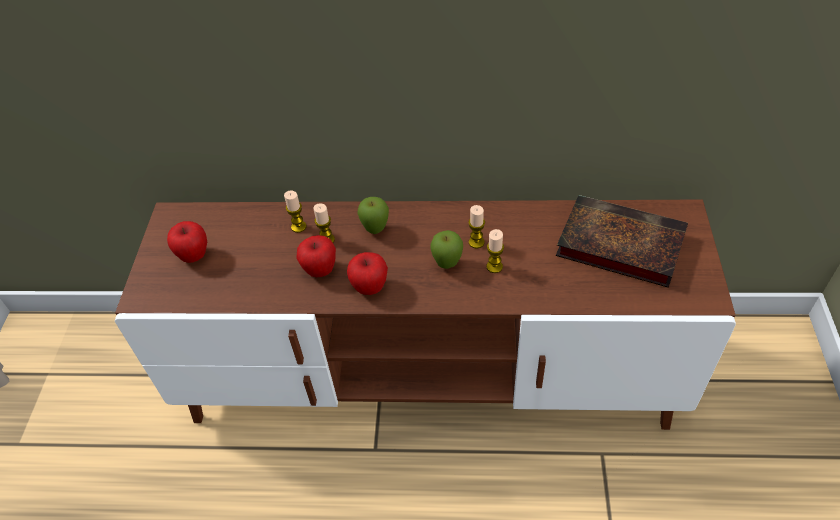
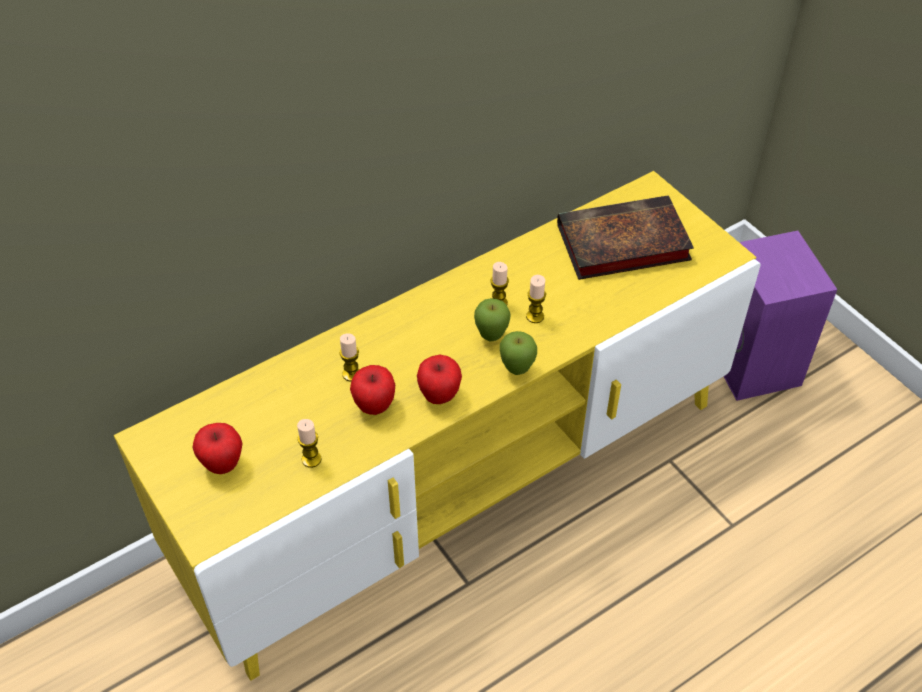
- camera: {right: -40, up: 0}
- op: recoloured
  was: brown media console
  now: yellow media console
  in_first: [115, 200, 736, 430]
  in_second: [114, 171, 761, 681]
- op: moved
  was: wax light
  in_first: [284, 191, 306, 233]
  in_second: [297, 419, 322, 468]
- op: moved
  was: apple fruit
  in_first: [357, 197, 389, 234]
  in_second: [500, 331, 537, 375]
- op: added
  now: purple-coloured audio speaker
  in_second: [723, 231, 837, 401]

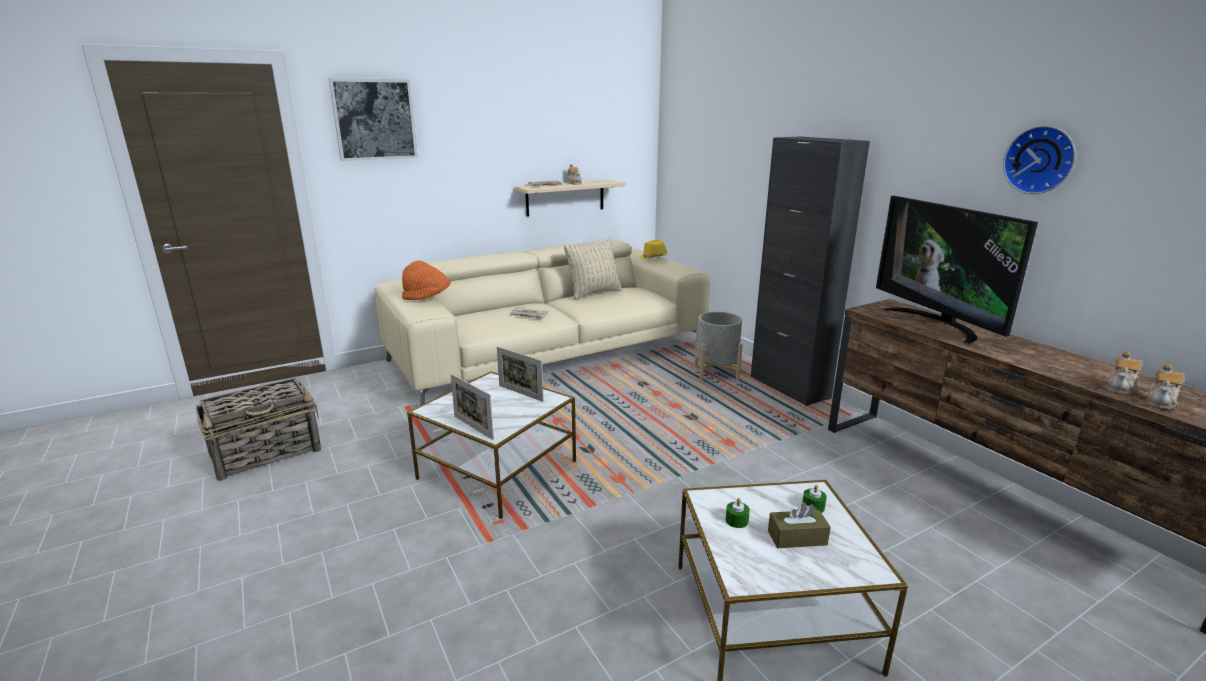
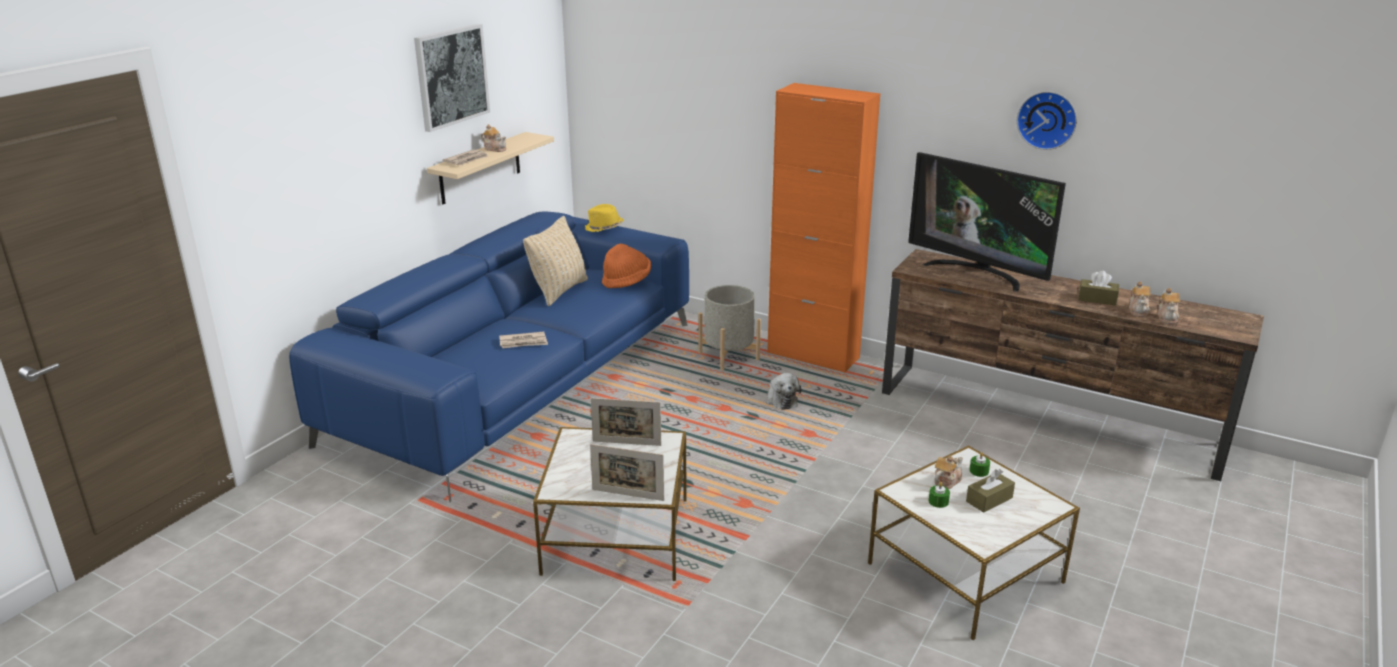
- camera: {right: -30, up: 5}
- op: removed
  was: household basket
  in_first: [196, 378, 321, 481]
- op: moved
  was: wall art
  in_first: [328, 78, 418, 161]
  in_second: [414, 24, 490, 132]
- op: recoloured
  was: sand-coloured sofa
  now: blue sofa
  in_first: [375, 241, 710, 406]
  in_second: [289, 212, 689, 502]
- op: moved
  was: orangey wearable hat
  in_first: [402, 261, 450, 300]
  in_second: [602, 244, 651, 288]
- op: recoloured
  was: black cabinet
  now: orangey cabinet
  in_first: [751, 136, 870, 406]
  in_second: [767, 83, 880, 372]
- op: added
  now: plush toy
  in_second: [766, 373, 802, 410]
- op: added
  now: teapot
  in_second: [934, 456, 963, 489]
- op: added
  now: brown box of tissues
  in_second: [1078, 270, 1119, 306]

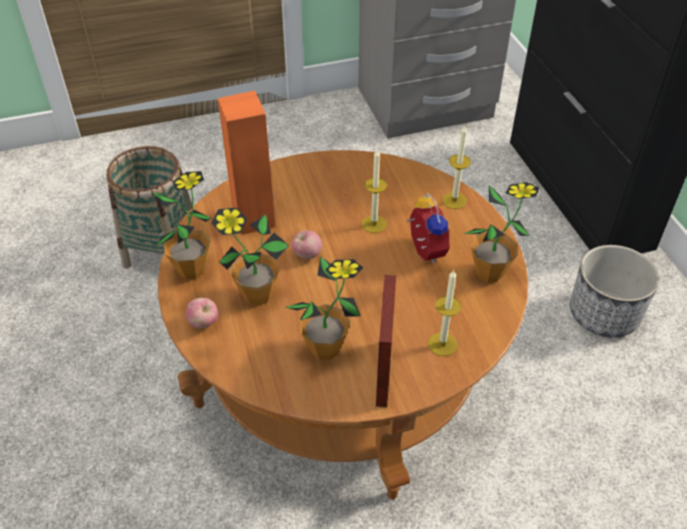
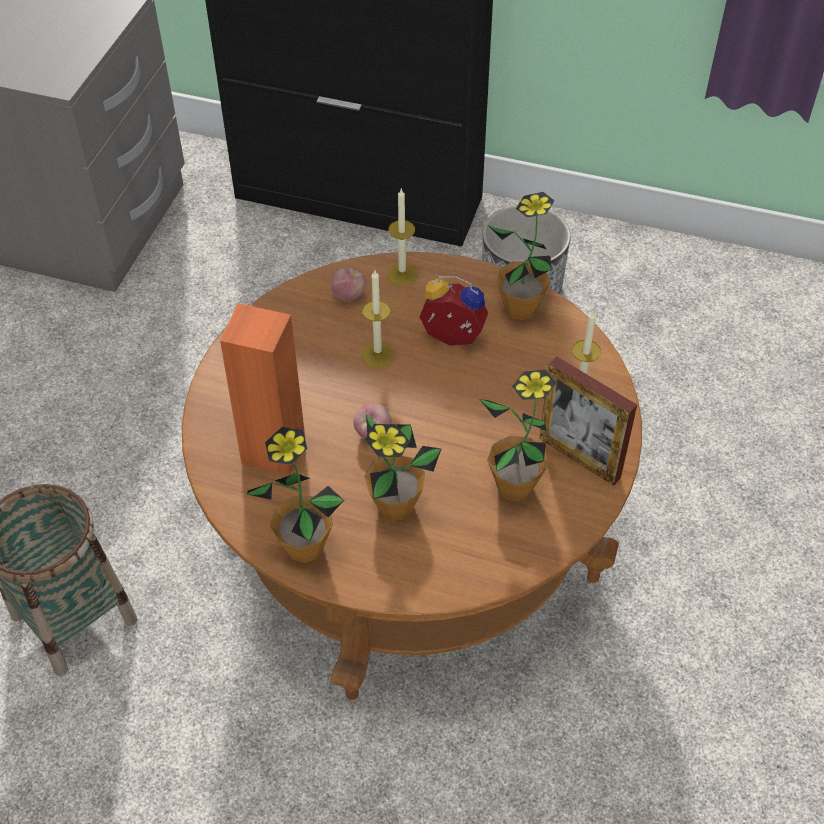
- camera: {right: -55, up: 5}
- op: moved
  was: apple fruit
  in_first: [186, 298, 218, 329]
  in_second: [331, 267, 366, 302]

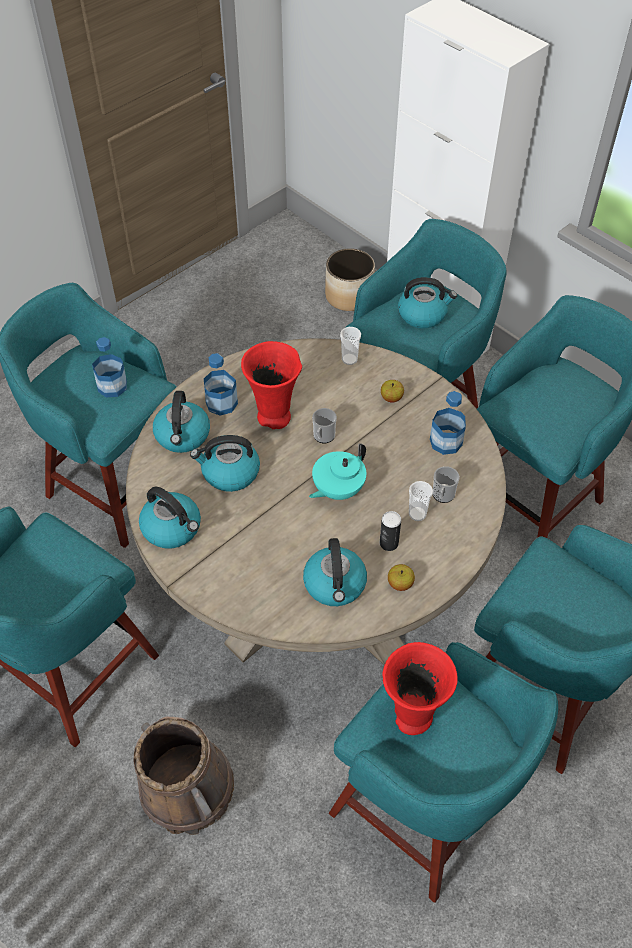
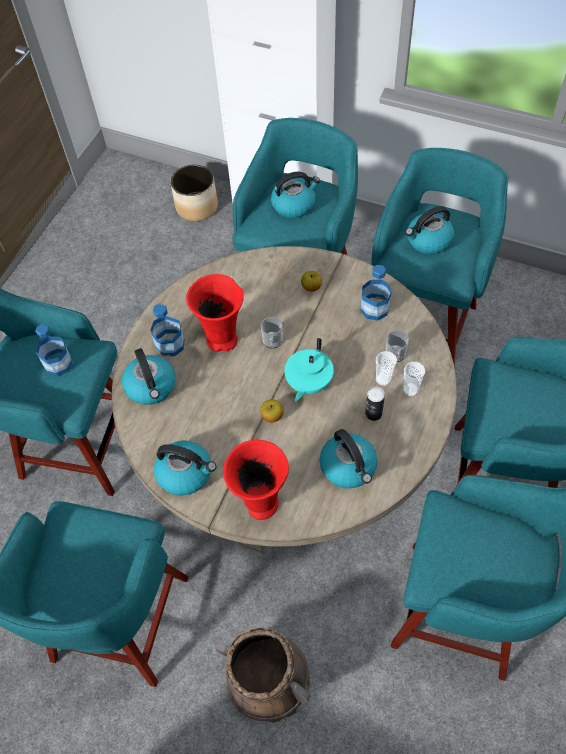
- camera: {right: -20, up: 5}
- op: moved
  was: tea kettle
  in_first: [190, 435, 260, 492]
  in_second: [405, 206, 454, 254]
- op: moved
  was: drinking cup
  in_first: [340, 327, 361, 365]
  in_second: [403, 362, 425, 396]
- op: moved
  was: red decorative vase
  in_first: [383, 642, 458, 735]
  in_second: [223, 440, 289, 520]
- op: moved
  was: apple fruit
  in_first: [388, 564, 415, 591]
  in_second: [260, 399, 284, 422]

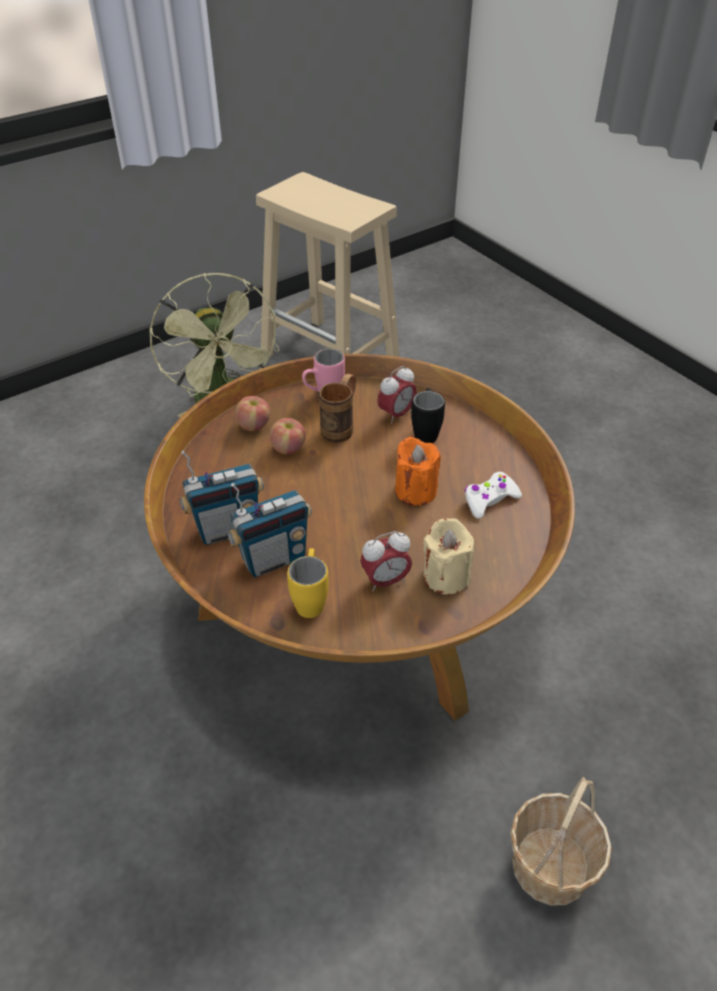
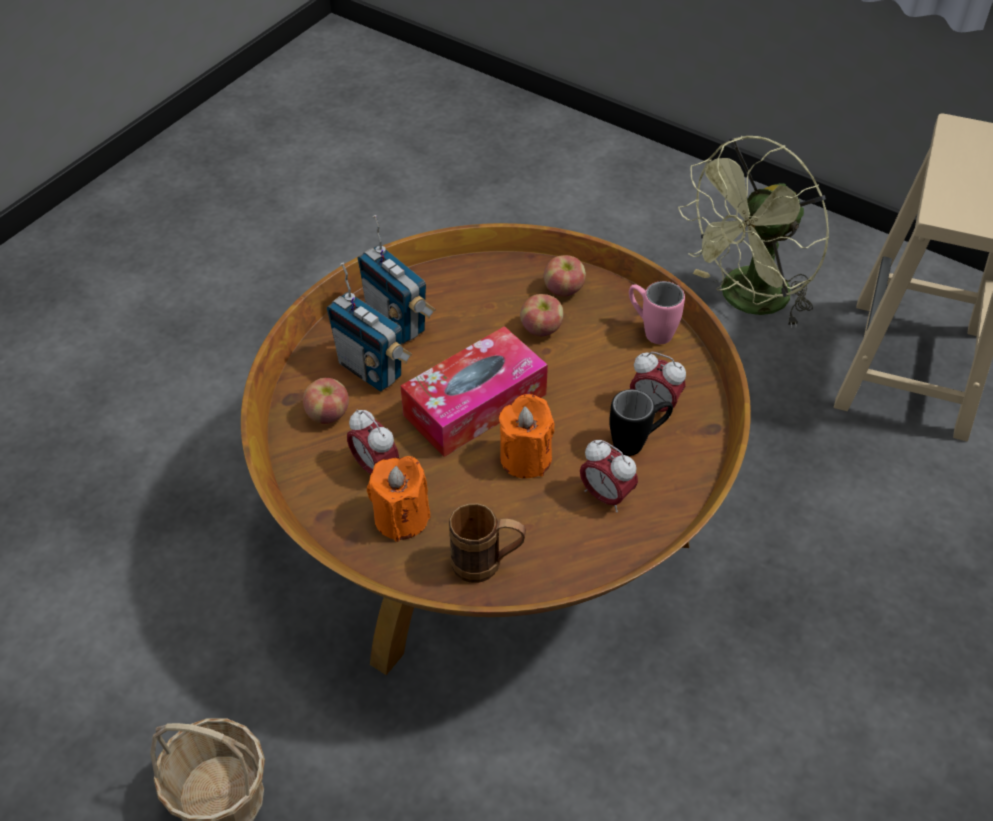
- camera: {right: 70, up: 5}
- op: replaced
  was: yellow coffee mug
  now: apple fruit
  in_first: [287, 548, 329, 618]
  in_second: [303, 378, 349, 424]
- op: moved
  was: brown coffee mug
  in_first: [319, 374, 356, 443]
  in_second: [449, 503, 526, 583]
- op: recoloured
  was: sand-coloured wax light
  now: orangey wax light
  in_first: [423, 518, 474, 594]
  in_second: [367, 456, 431, 542]
- op: removed
  was: white-coloured gamepad
  in_first: [464, 472, 522, 519]
- op: added
  now: box of tissues
  in_second: [401, 326, 548, 457]
- op: added
  now: bedside clock
  in_second: [580, 440, 638, 512]

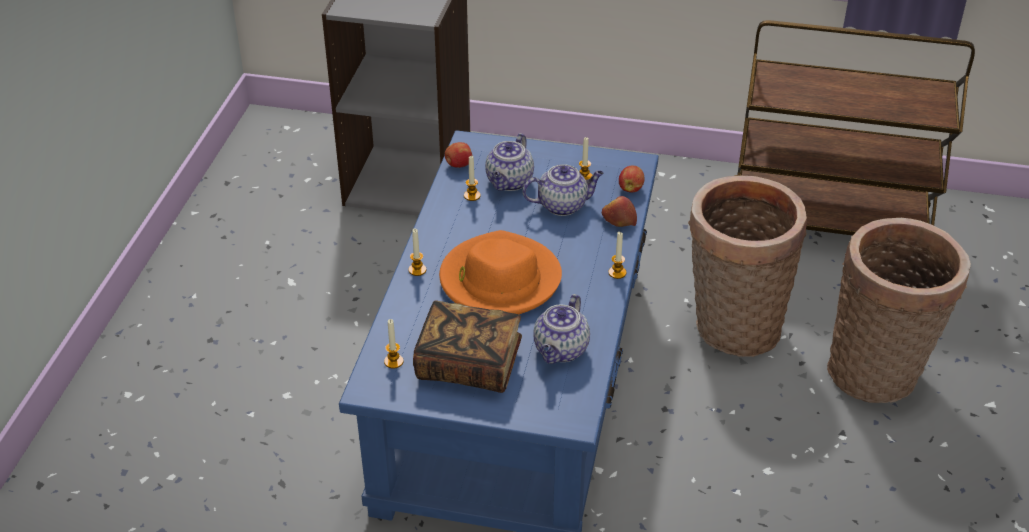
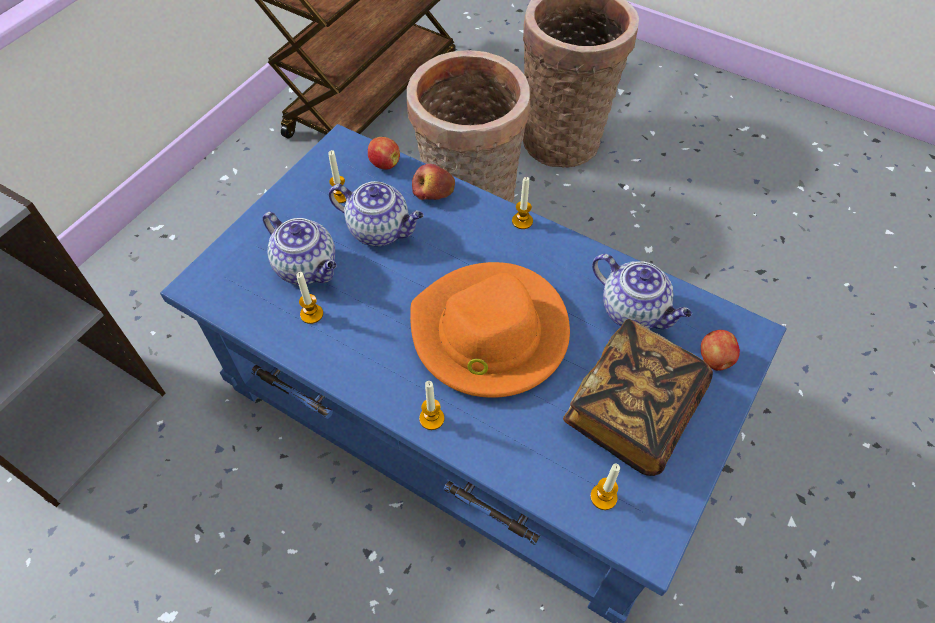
- camera: {right: -70, up: 15}
- op: moved
  was: apple fruit
  in_first: [445, 142, 472, 168]
  in_second: [701, 330, 740, 371]
- op: turned
  was: teapot
  in_first: [523, 164, 604, 216]
  in_second: [329, 181, 424, 246]
  clockwise: 105

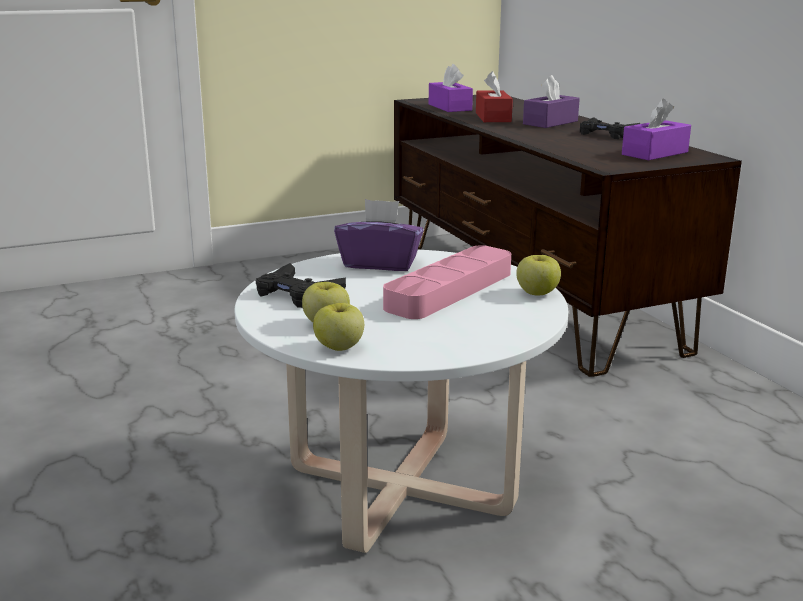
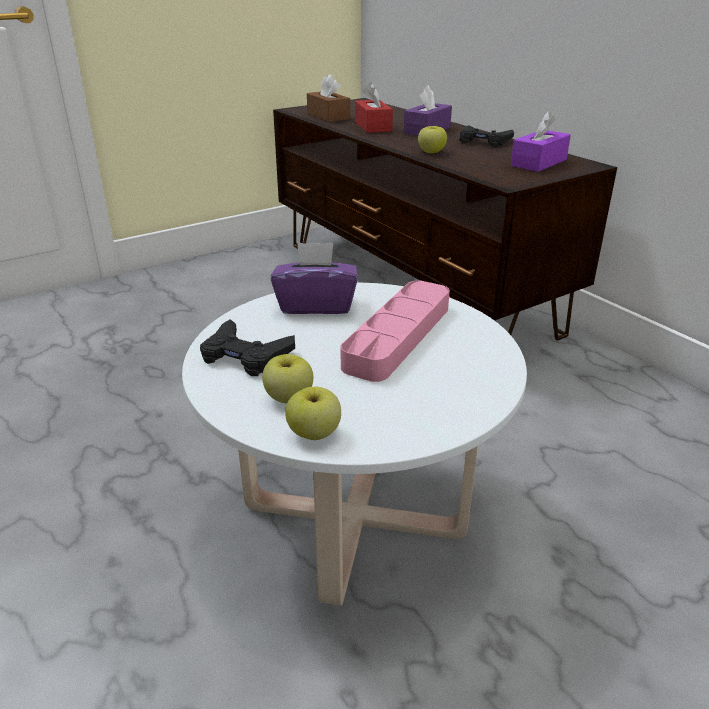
- camera: {right: -10, up: 10}
- op: recoloured
  was: purple-coloured box of tissues
  now: brown box of tissues
  in_first: [429, 64, 473, 112]
  in_second: [307, 74, 350, 122]
- op: moved
  was: apple fruit
  in_first: [516, 255, 561, 296]
  in_second: [418, 126, 447, 153]

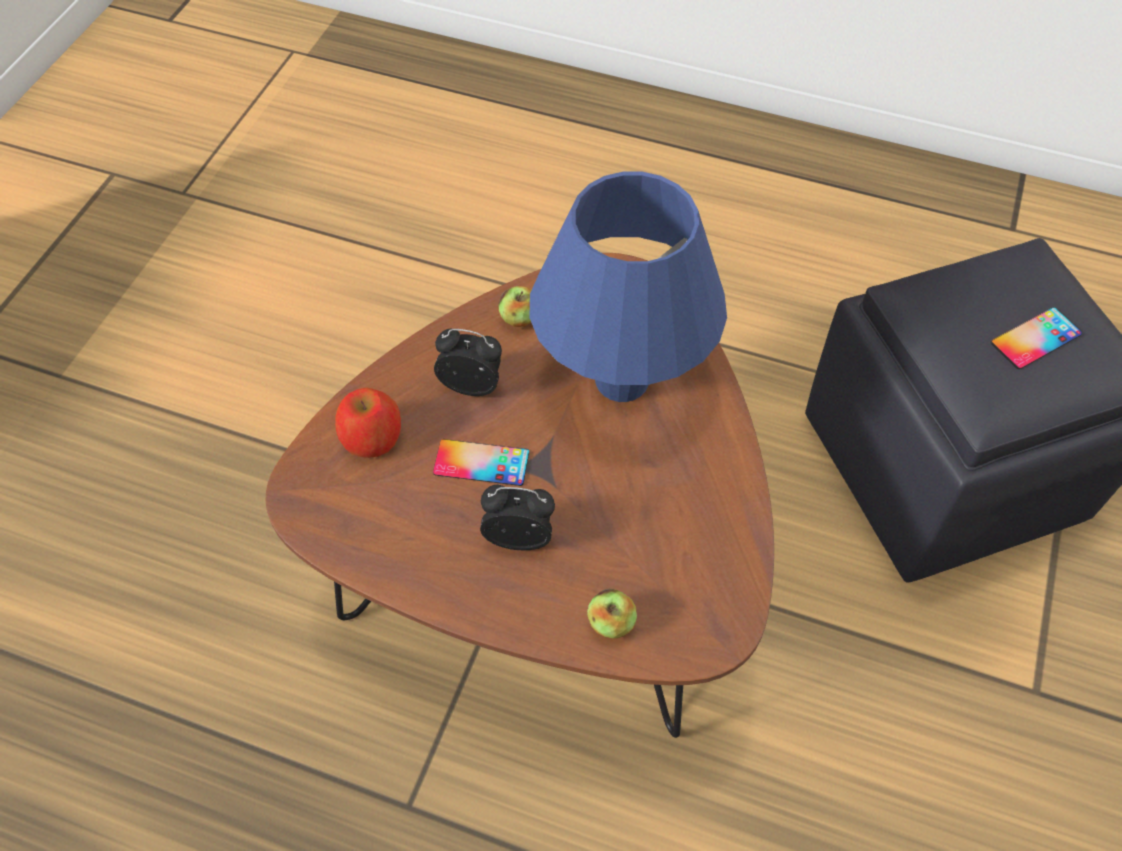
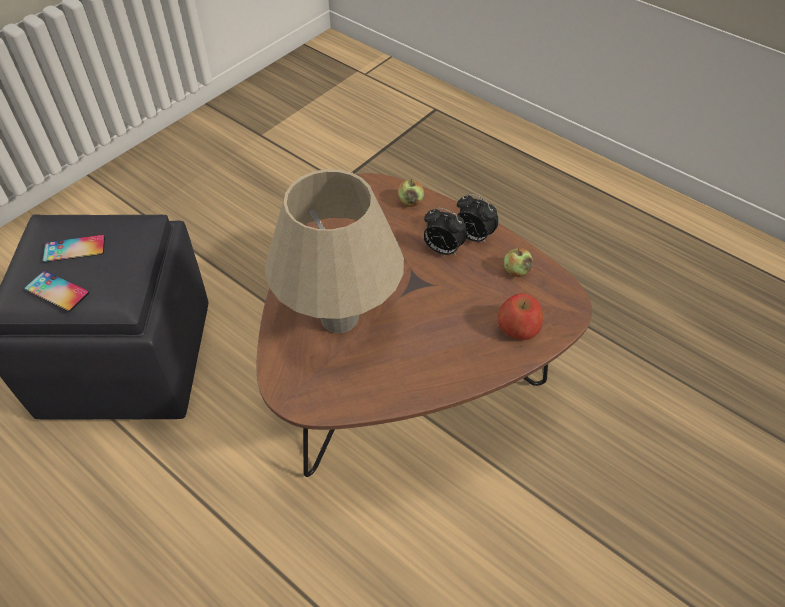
- camera: {right: -160, up: -5}
- op: moved
  was: telephone
  in_first: [433, 439, 529, 486]
  in_second: [24, 271, 89, 312]
- op: moved
  was: bedside clock
  in_first: [434, 329, 502, 396]
  in_second: [457, 194, 499, 244]
- op: moved
  was: apple fruit
  in_first: [498, 286, 531, 327]
  in_second: [503, 248, 533, 277]
- op: recoloured
  was: blue tabletop lamp
  now: sand-coloured tabletop lamp
  in_first: [529, 172, 727, 402]
  in_second: [265, 169, 404, 333]

